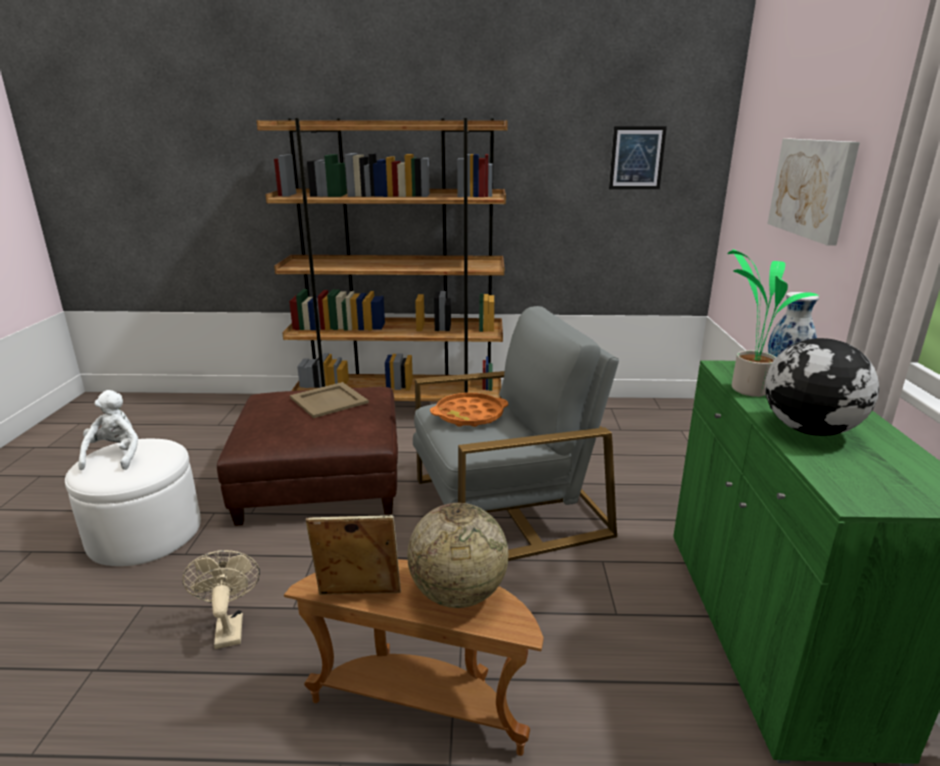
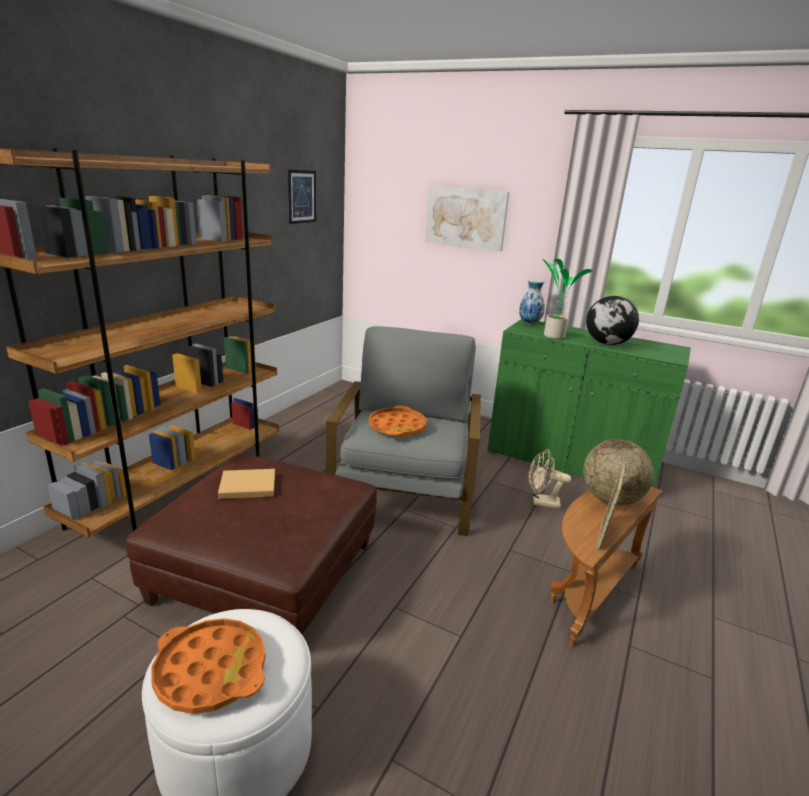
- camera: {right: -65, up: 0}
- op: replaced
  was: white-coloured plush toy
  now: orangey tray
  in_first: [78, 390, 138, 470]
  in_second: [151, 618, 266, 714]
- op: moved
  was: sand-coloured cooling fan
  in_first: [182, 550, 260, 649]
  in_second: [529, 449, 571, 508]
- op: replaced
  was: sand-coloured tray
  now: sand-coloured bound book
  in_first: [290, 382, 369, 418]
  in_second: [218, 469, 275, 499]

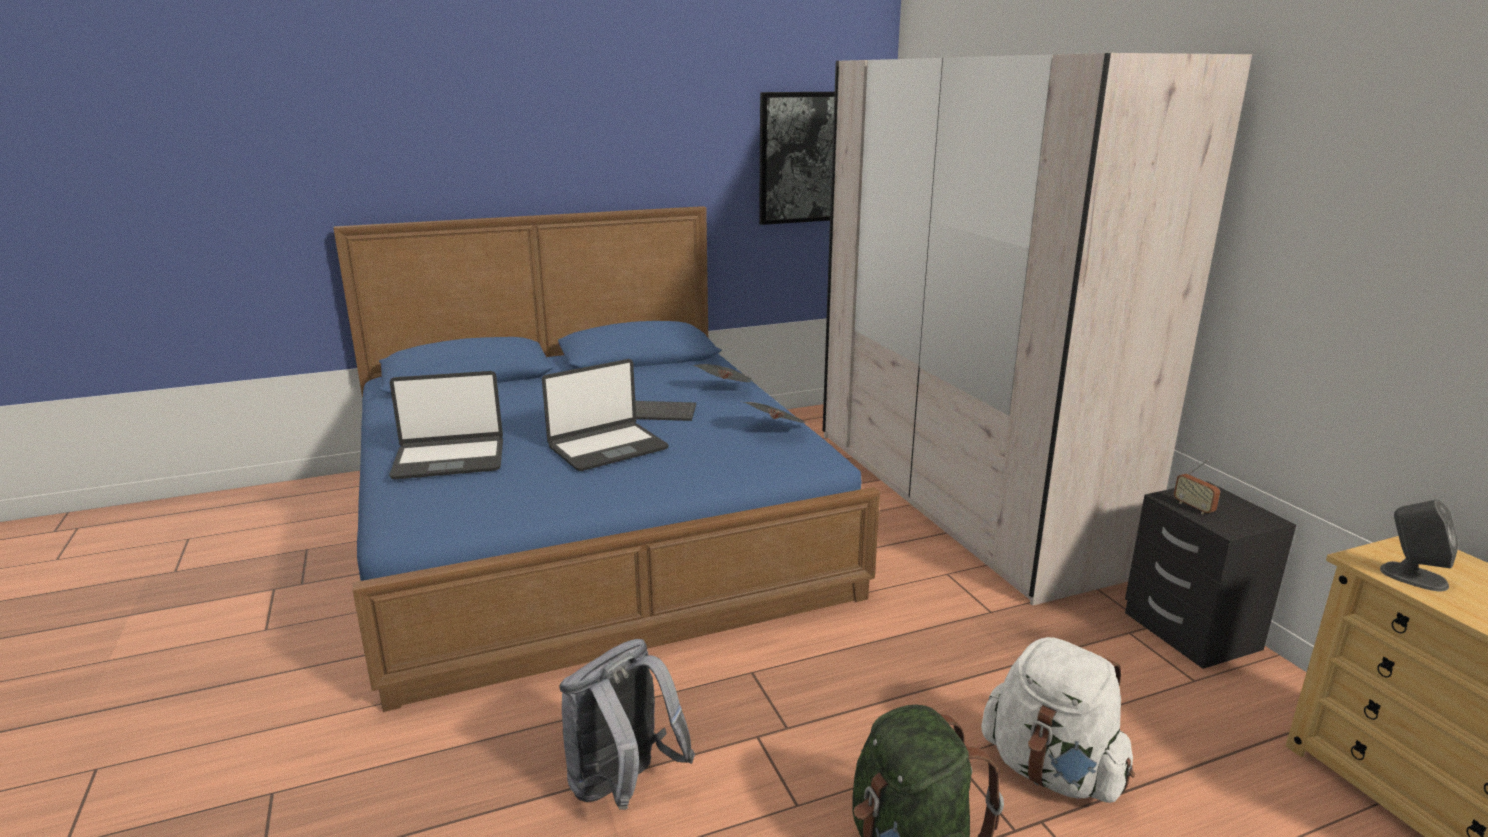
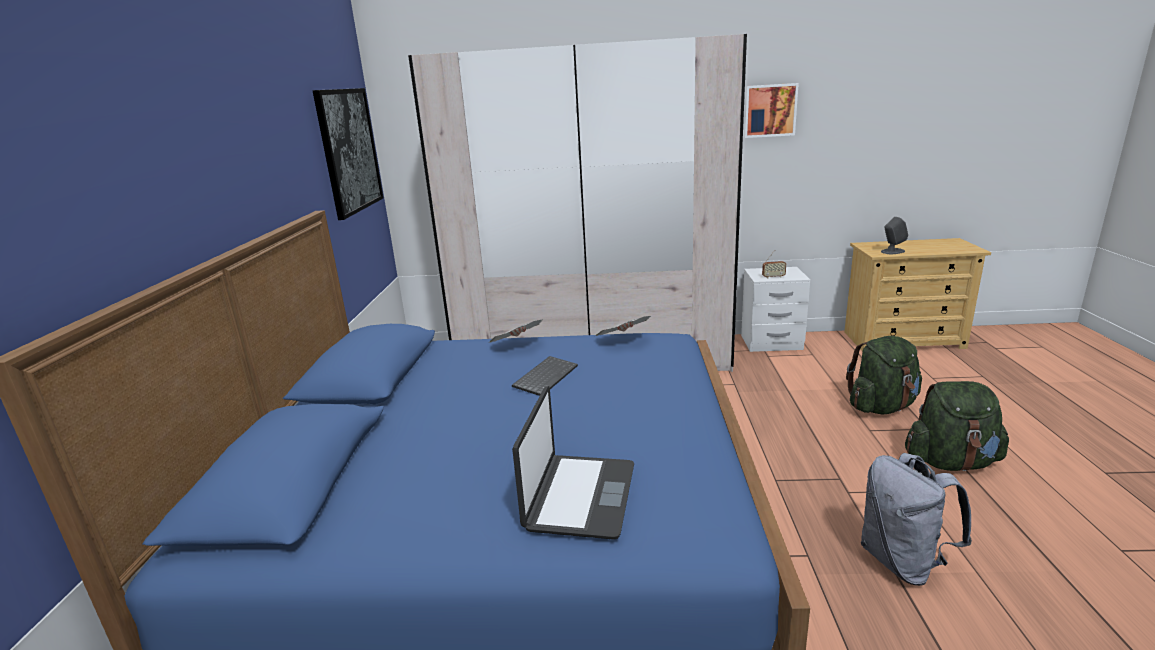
- camera: {right: -65, up: 0}
- op: removed
  was: laptop
  in_first: [542, 359, 669, 471]
- op: recoloured
  was: white-coloured rucksack
  now: greenish rucksack
  in_first: [982, 637, 1135, 803]
  in_second: [846, 336, 922, 414]
- op: recoloured
  was: black nightstand
  now: white-coloured nightstand
  in_first: [1125, 481, 1296, 669]
  in_second: [741, 267, 810, 352]
- op: added
  now: wall art
  in_second: [744, 83, 799, 138]

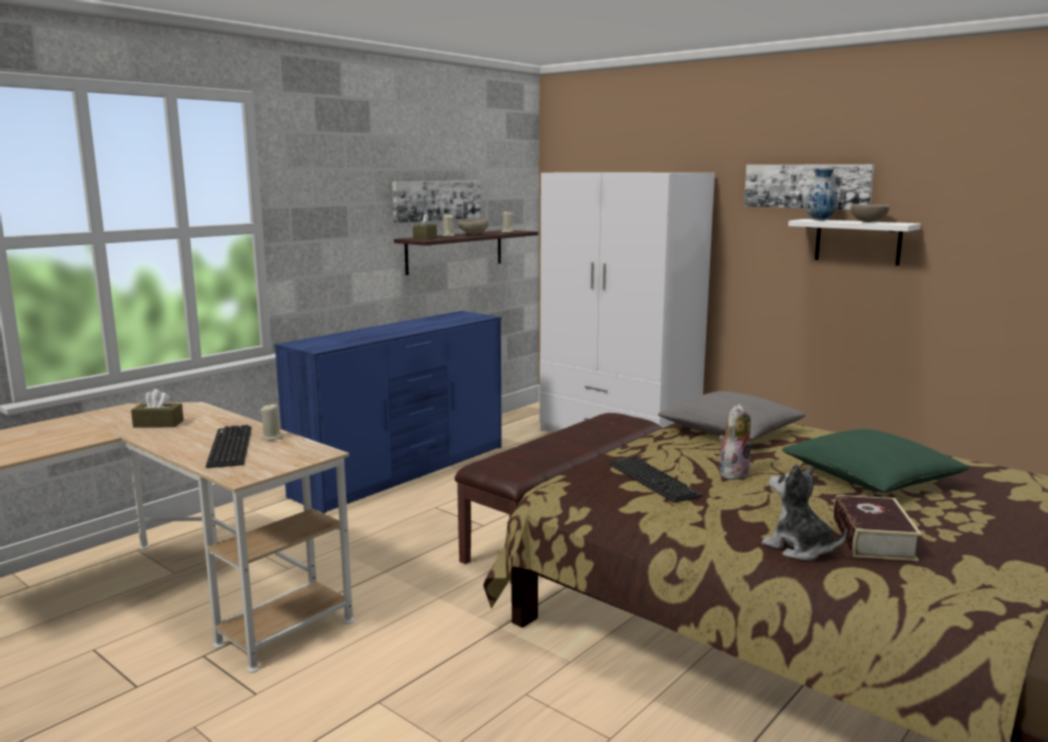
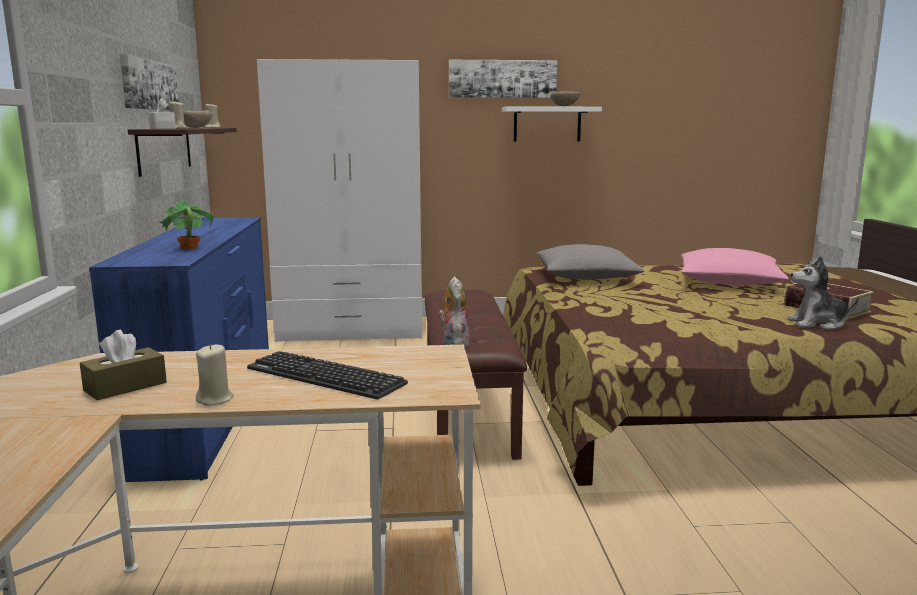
- camera: {right: -45, up: 0}
- op: moved
  was: sand-coloured wax light
  in_first: [260, 403, 284, 440]
  in_second: [196, 344, 234, 406]
- op: recoloured
  was: brown box of tissues
  now: white-coloured box of tissues
  in_first: [413, 213, 437, 239]
  in_second: [149, 97, 176, 129]
- op: removed
  was: PC keyboard
  in_first: [609, 456, 703, 503]
- op: moved
  was: plush toy
  in_first: [719, 404, 751, 480]
  in_second: [438, 276, 470, 348]
- op: recoloured
  was: greenish cushion
  now: pinkish cushion
  in_first: [782, 429, 970, 492]
  in_second: [681, 248, 789, 285]
- op: removed
  was: decorative vase
  in_first: [806, 167, 837, 220]
- op: added
  now: houseplant
  in_second: [159, 201, 214, 249]

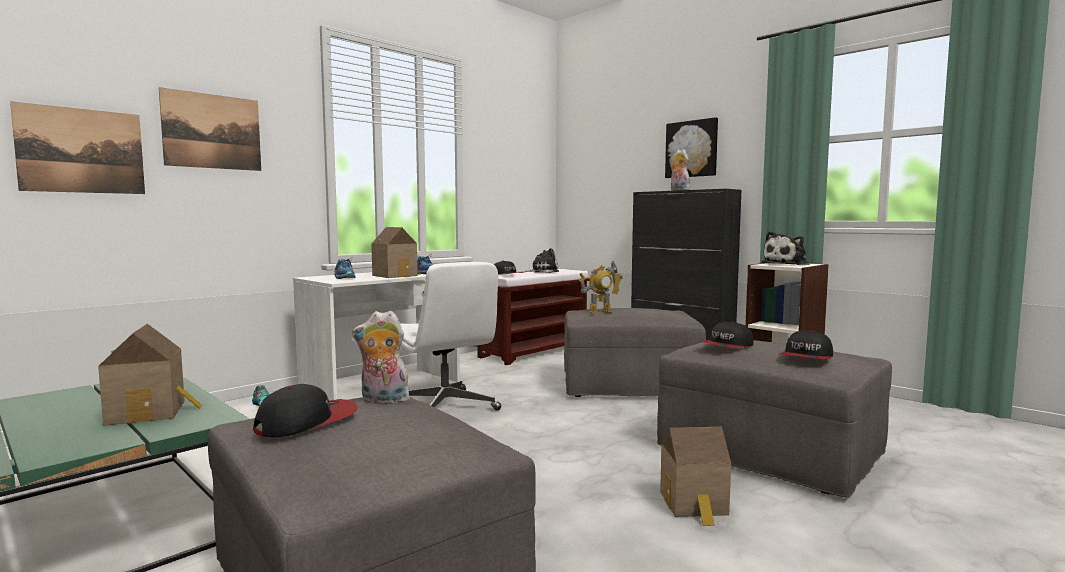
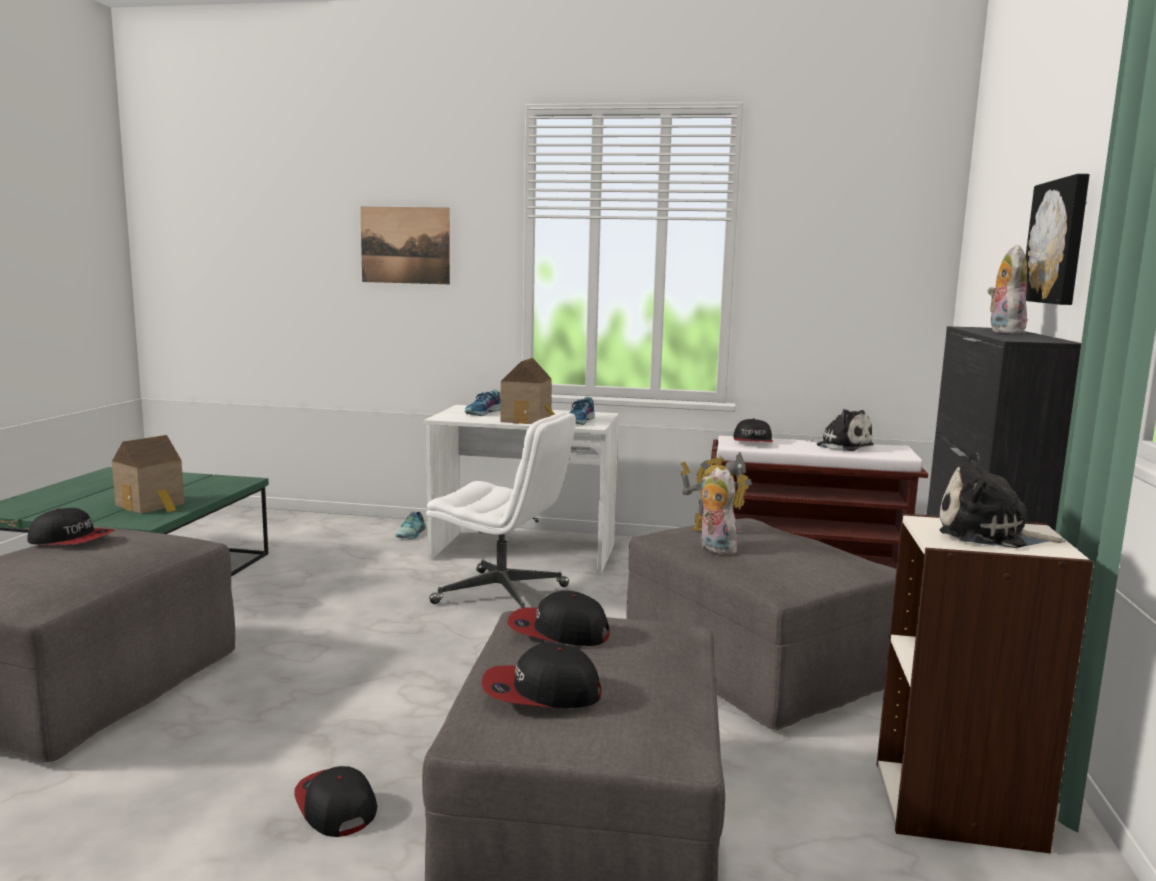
- camera: {right: 55, up: 5}
- op: removed
  was: wall art
  in_first: [10, 101, 145, 194]
- op: moved
  was: plush toy
  in_first: [352, 311, 413, 404]
  in_second: [701, 467, 738, 555]
- op: turned
  was: white-coloured computer chair
  in_first: [400, 262, 501, 411]
  in_second: [426, 412, 576, 609]
  clockwise: -90
- op: replaced
  was: toy house
  now: peaked cap
  in_first: [660, 427, 731, 526]
  in_second: [294, 766, 377, 837]

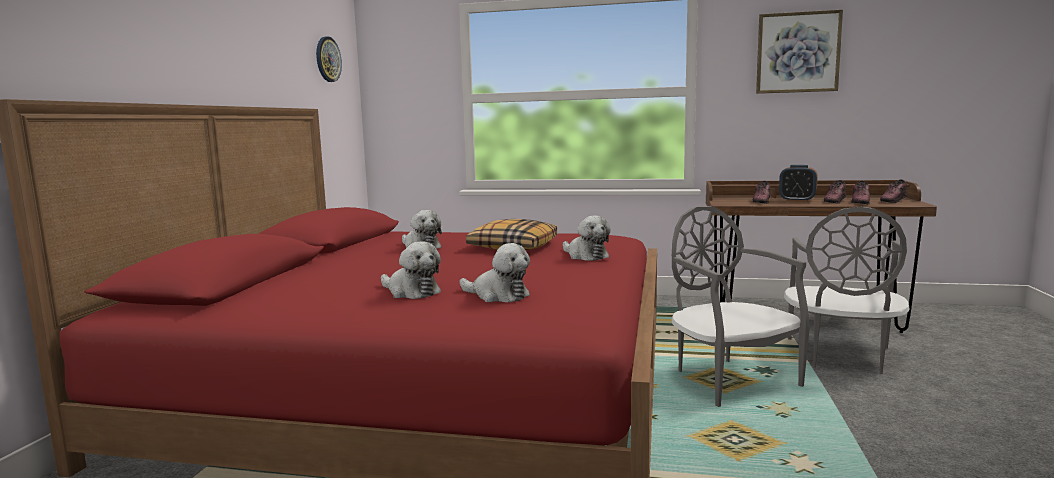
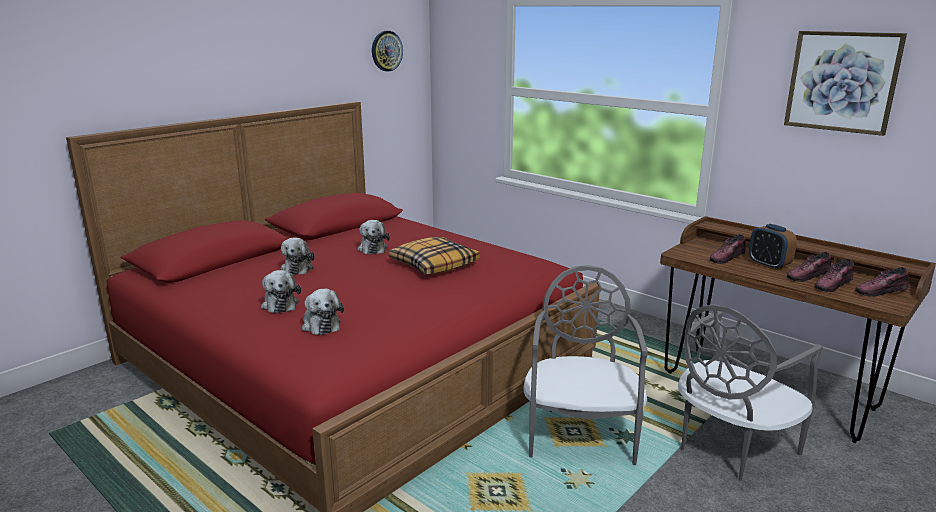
- camera: {right: 30, up: 10}
- op: moved
  was: plush toy
  in_first: [563, 216, 610, 261]
  in_second: [281, 238, 315, 275]

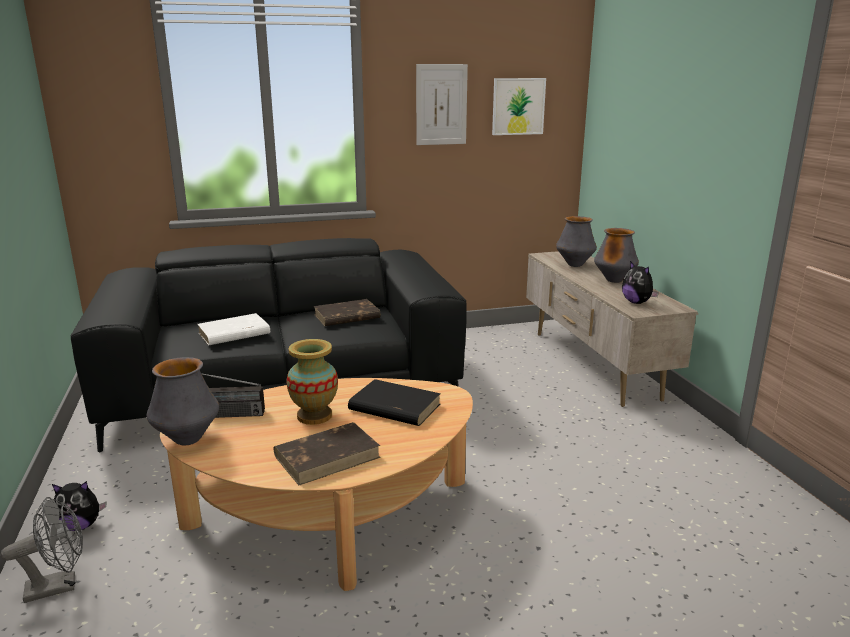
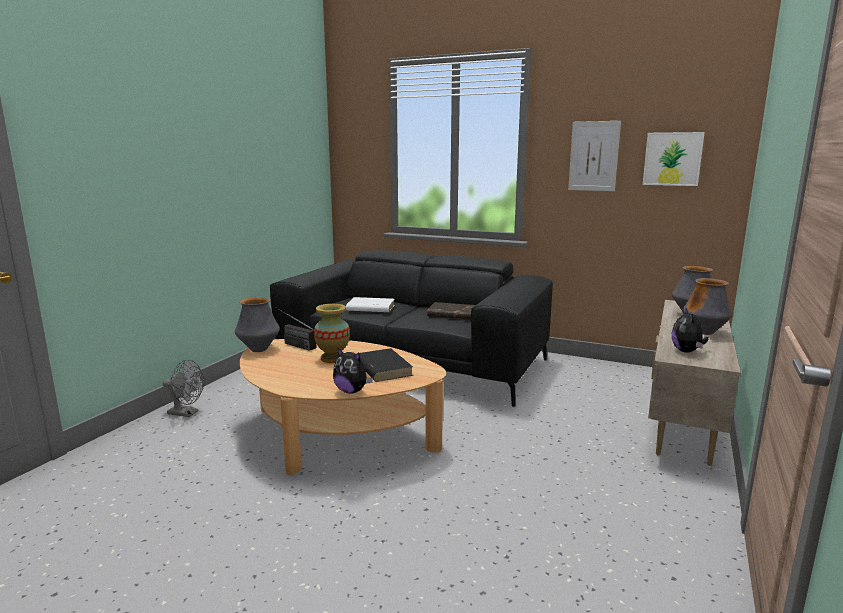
- camera: {right: 40, up: -5}
- op: moved
  was: plush toy
  in_first: [52, 481, 106, 531]
  in_second: [333, 348, 373, 394]
- op: removed
  was: brown bound book
  in_first: [273, 422, 381, 485]

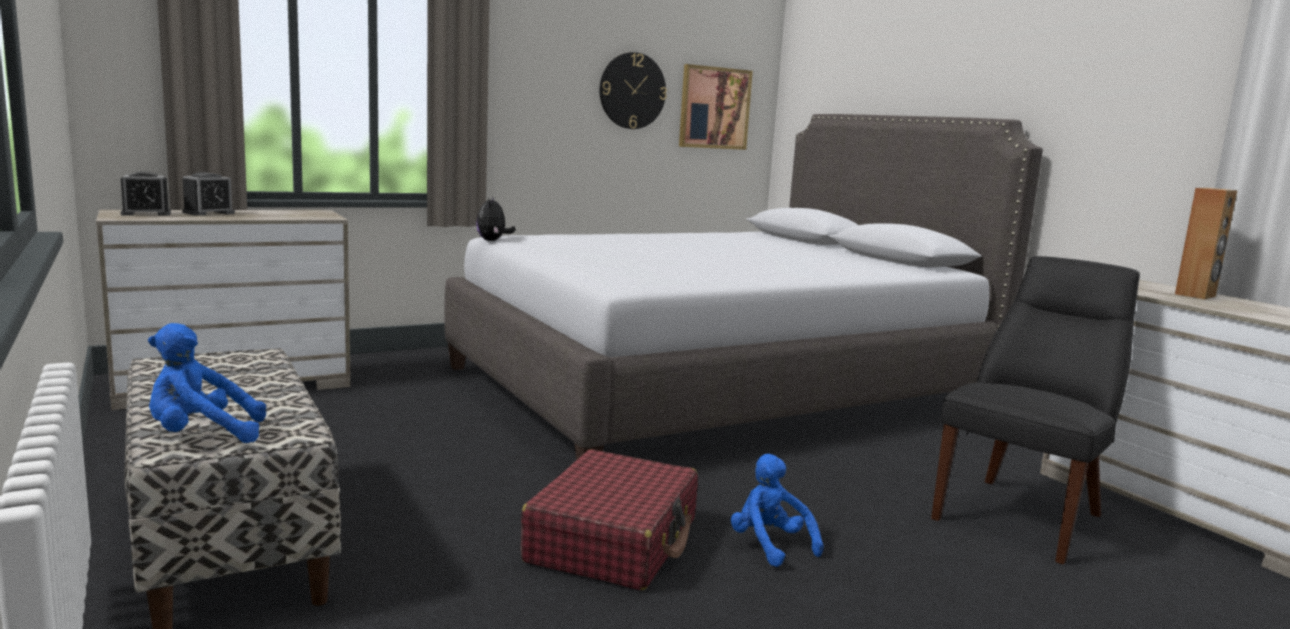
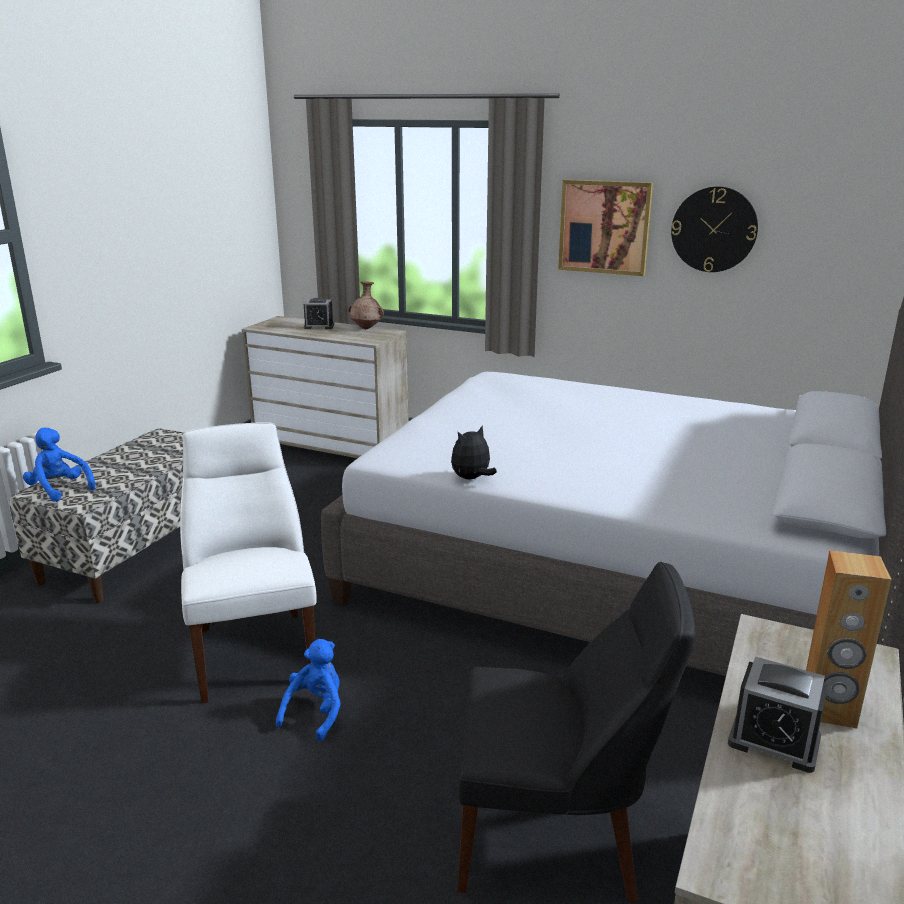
- camera: {right: 55, up: 10}
- op: moved
  was: bedside clock
  in_first: [121, 171, 171, 216]
  in_second: [728, 656, 828, 773]
- op: moved
  was: plush toy
  in_first: [476, 196, 516, 241]
  in_second: [451, 426, 497, 479]
- op: replaced
  was: red suitcase
  now: white-coloured upright chair
  in_first: [521, 449, 698, 590]
  in_second: [180, 422, 317, 704]
- op: moved
  was: wall art
  in_first: [679, 64, 753, 150]
  in_second: [558, 180, 653, 276]
- op: added
  now: brown decorative vase
  in_second: [348, 282, 384, 329]

